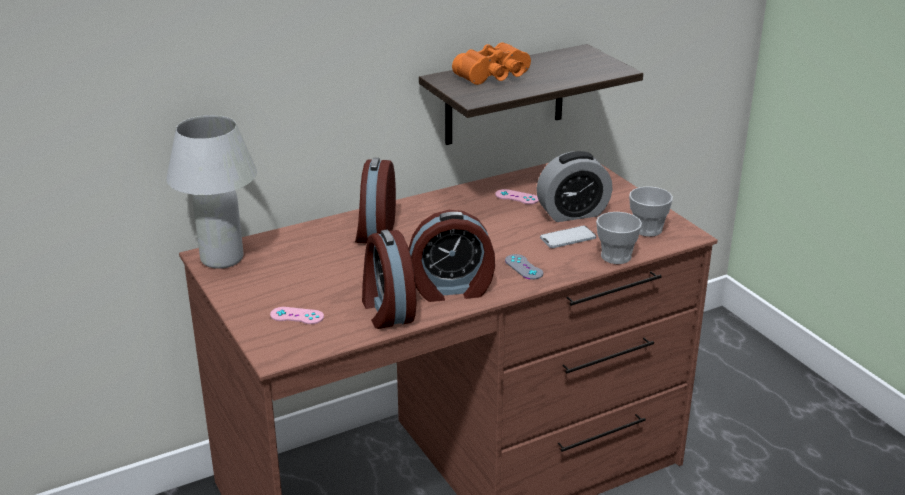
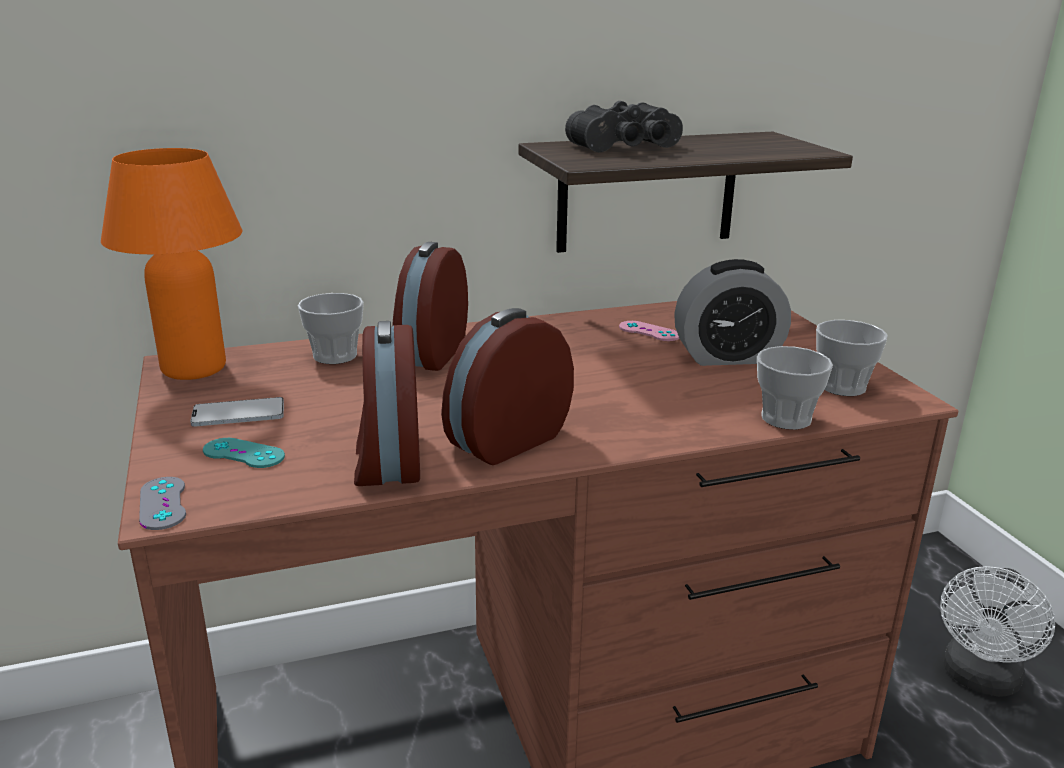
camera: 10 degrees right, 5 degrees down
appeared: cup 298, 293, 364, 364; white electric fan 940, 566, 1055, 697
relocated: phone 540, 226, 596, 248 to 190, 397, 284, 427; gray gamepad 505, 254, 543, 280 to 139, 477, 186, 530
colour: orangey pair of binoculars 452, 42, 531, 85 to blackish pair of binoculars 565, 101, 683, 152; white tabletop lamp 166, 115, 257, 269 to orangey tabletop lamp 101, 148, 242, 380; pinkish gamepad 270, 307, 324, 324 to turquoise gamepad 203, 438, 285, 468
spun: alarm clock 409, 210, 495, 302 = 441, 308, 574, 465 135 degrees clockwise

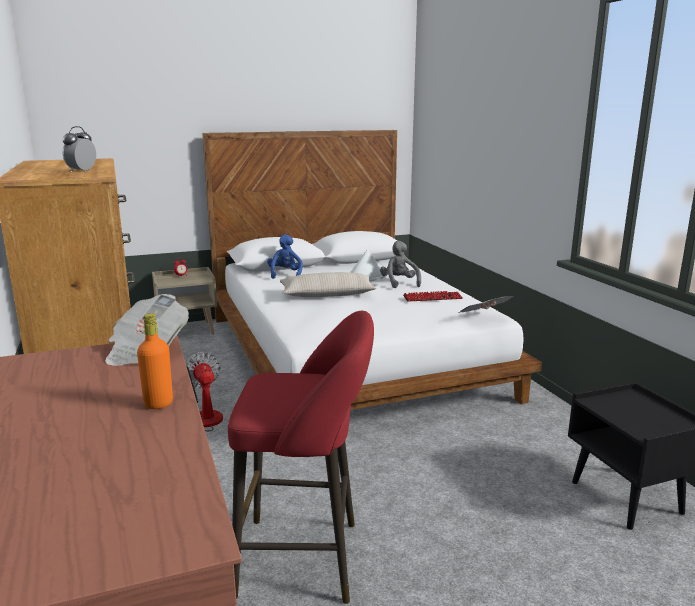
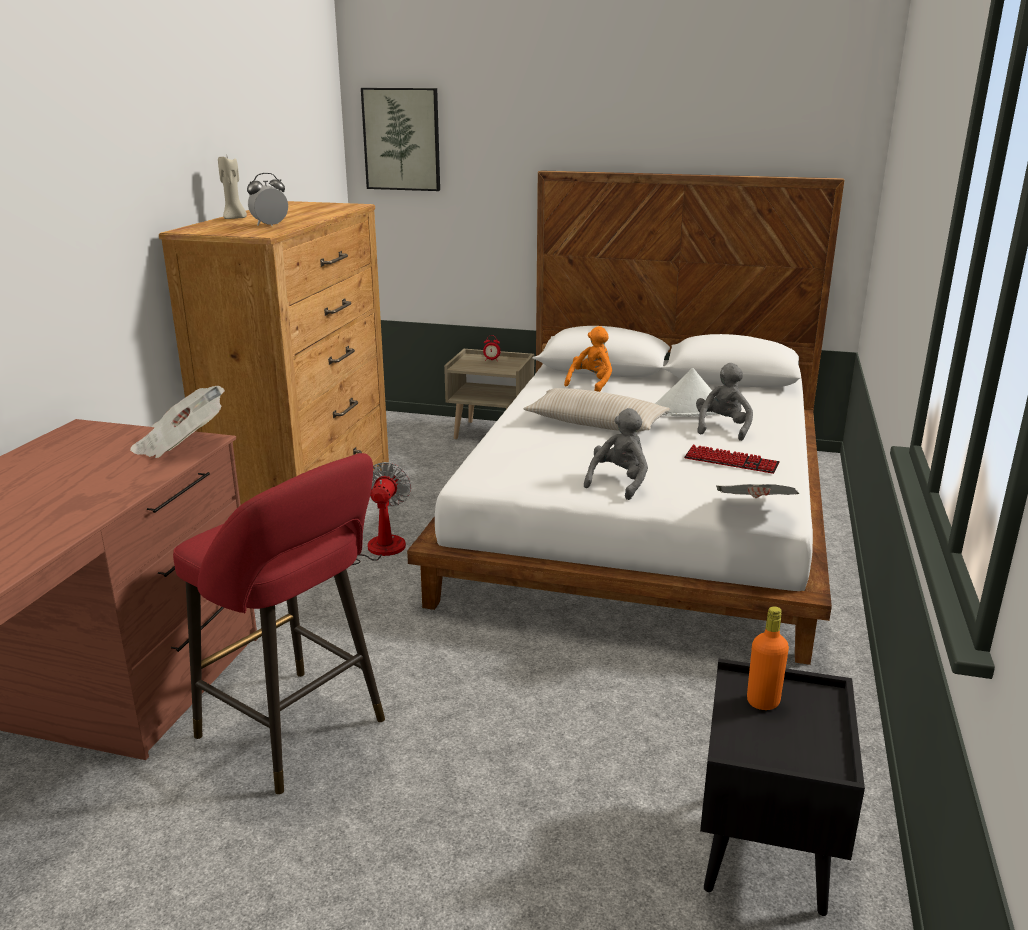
camera: 35 degrees right, 5 degrees up
appeared: wall picture 361, 88, 440, 191; beige wax candle 218, 157, 247, 219; gray soft toy 584, 408, 648, 500
relocated: orangey beverage bottle 137, 313, 173, 409 to 747, 606, 789, 710
colour: bluish soft toy 267, 234, 303, 279 to orangey soft toy 564, 326, 612, 392

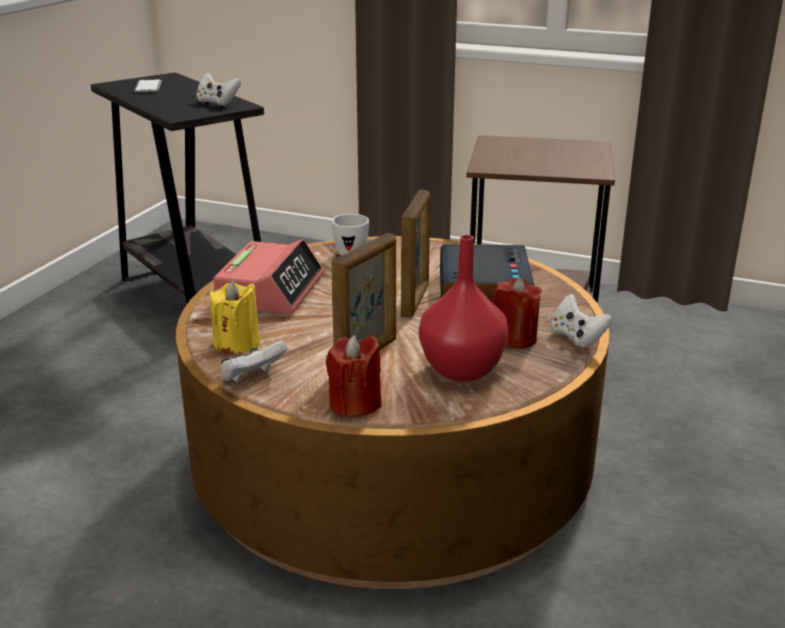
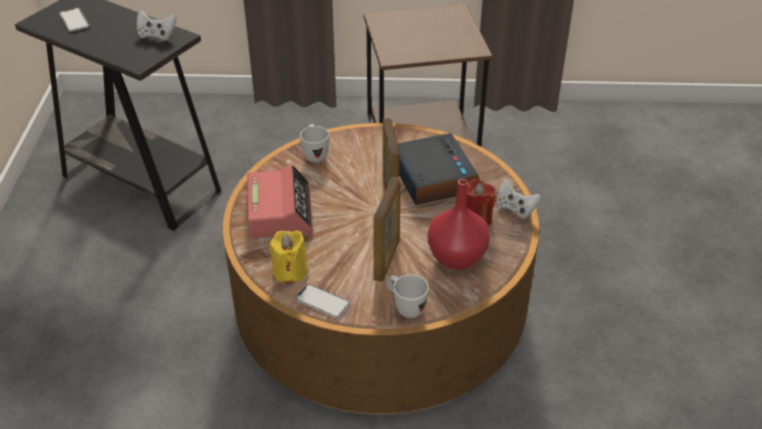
camera: 20 degrees left, 15 degrees up
exchanged: red-coloured wax candle 326, 335, 382, 417 to white coffee mug 387, 274, 429, 318; white gamepad 221, 341, 288, 383 to phone 295, 284, 350, 318

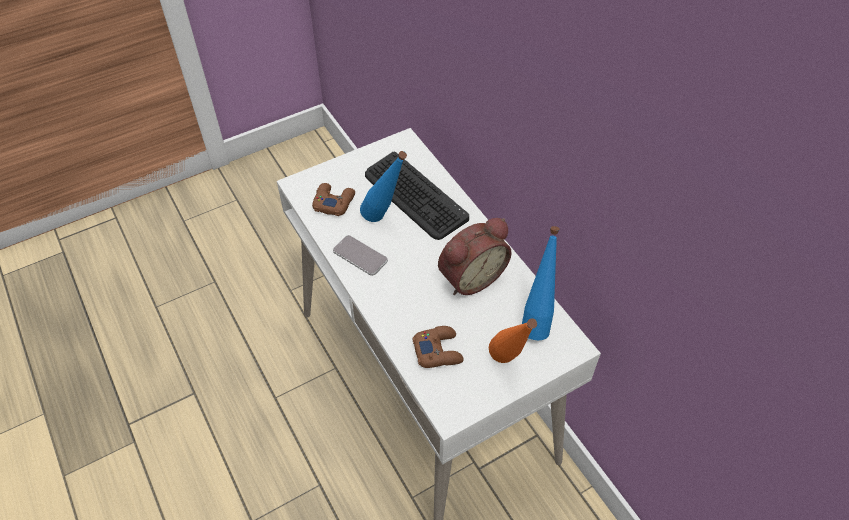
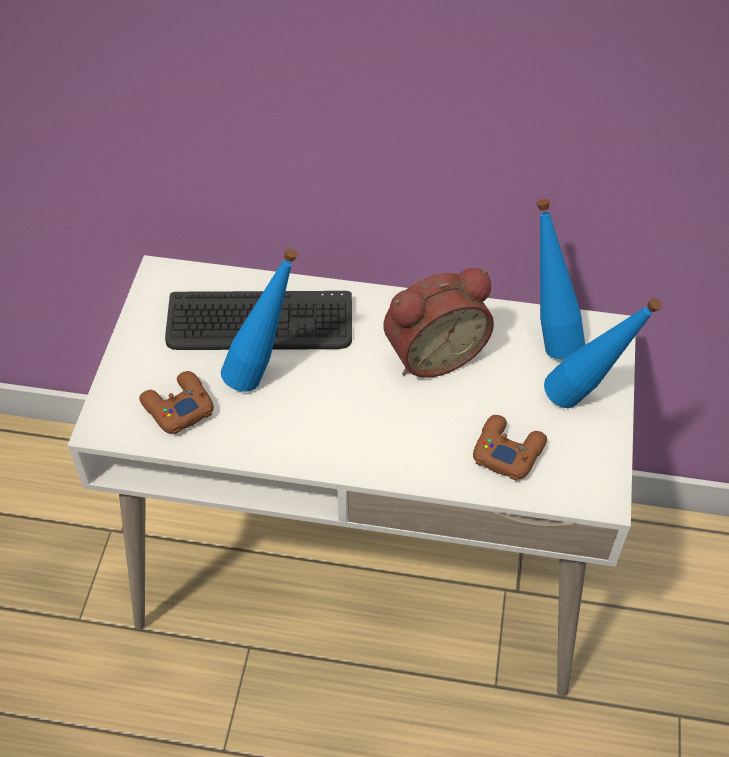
camera: 50 degrees left, 0 degrees up
missing: phone 333, 235, 388, 276
colour: orangey beverage bottle 489, 318, 537, 363 to bluish beverage bottle 544, 298, 662, 408
spun: alarm clock 438, 218, 512, 295 = 383, 268, 494, 378 60 degrees clockwise

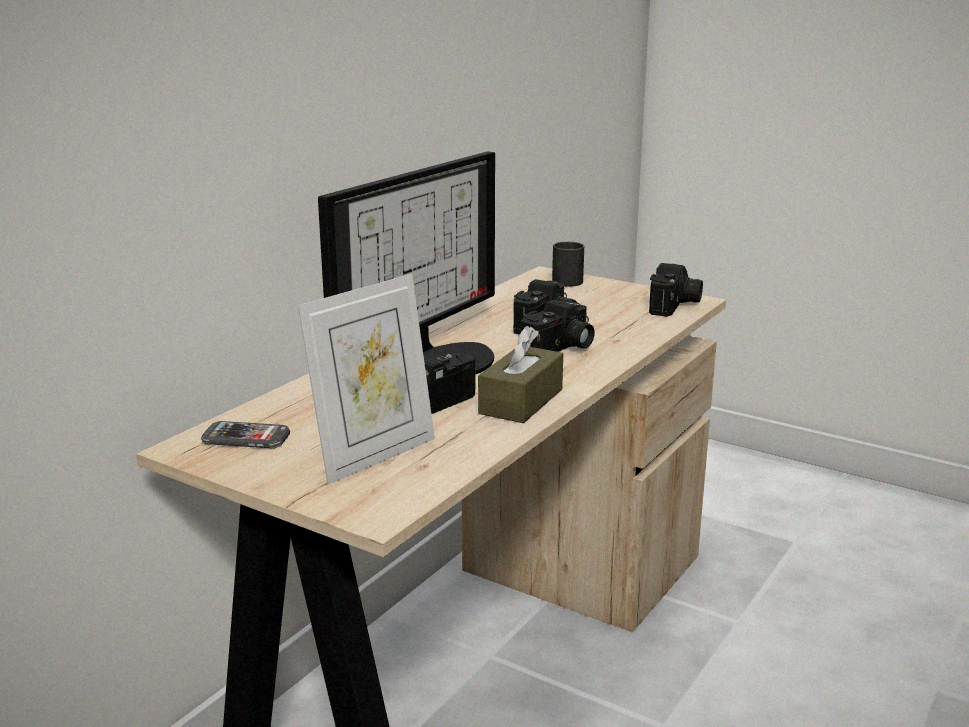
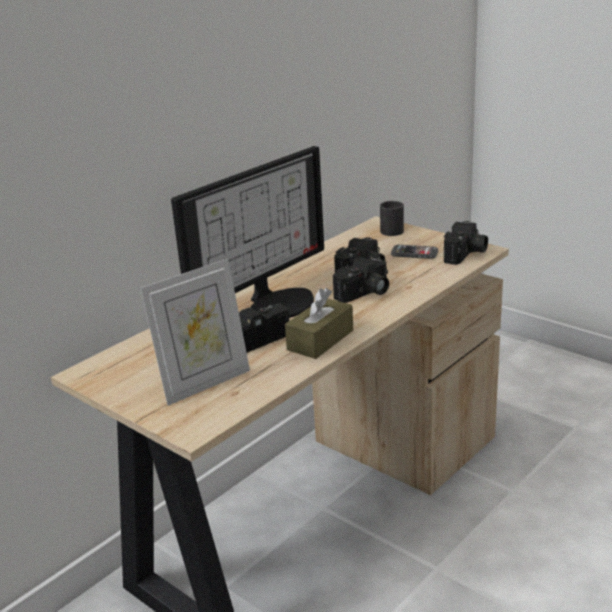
camera: 10 degrees right, 5 degrees up
relocated: phone 201, 421, 290, 448 to 391, 245, 438, 259

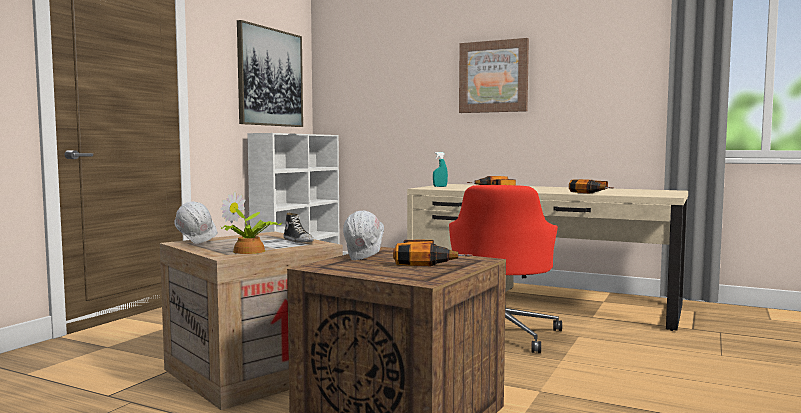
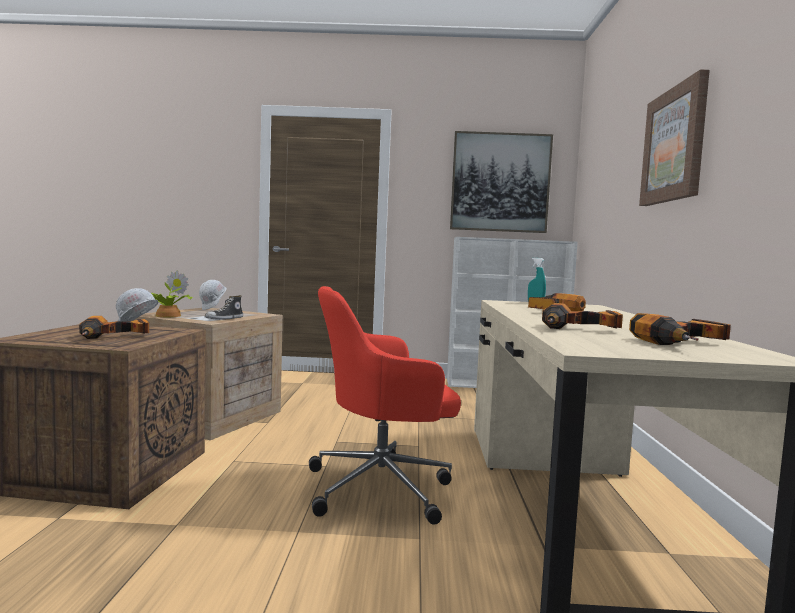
camera: 65 degrees right, 0 degrees up
appeared: electric drill 629, 313, 731, 345

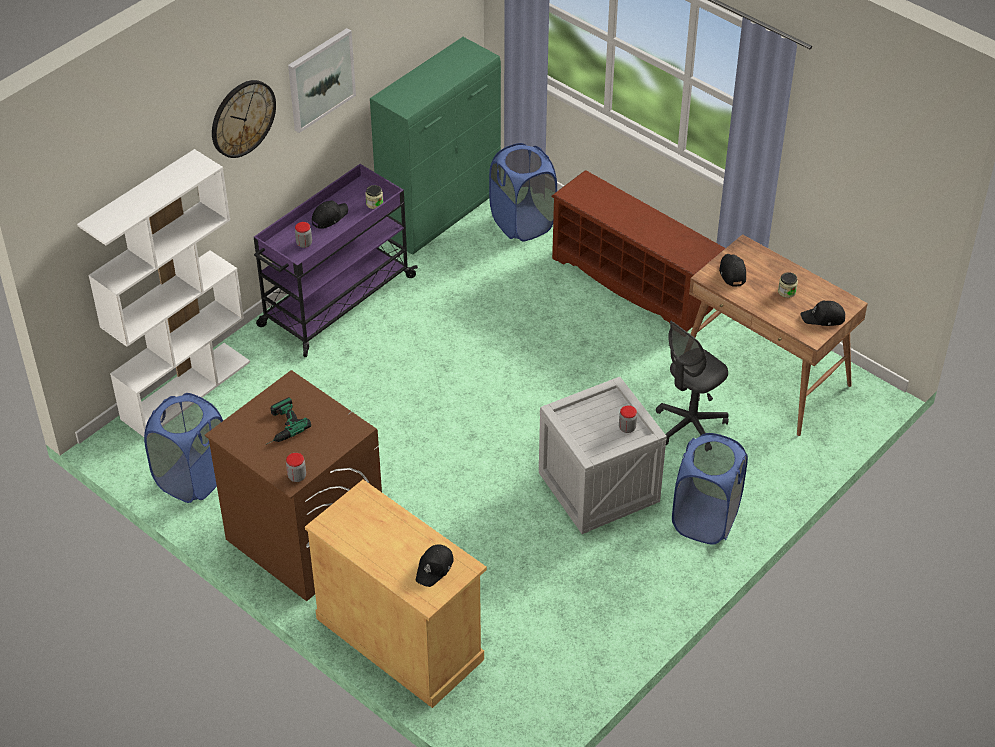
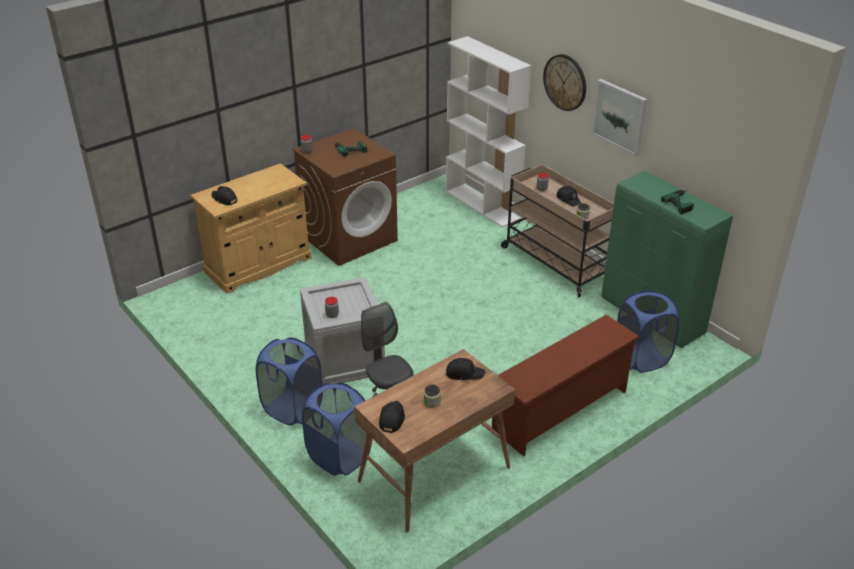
camera: 100 degrees right, 10 degrees down
appeared: electric drill 661, 190, 694, 214
relocated: bluish hamper 144, 393, 223, 503 to 302, 383, 372, 476
colour: purple cart 254, 164, 418, 357 to beige cart 501, 164, 614, 297

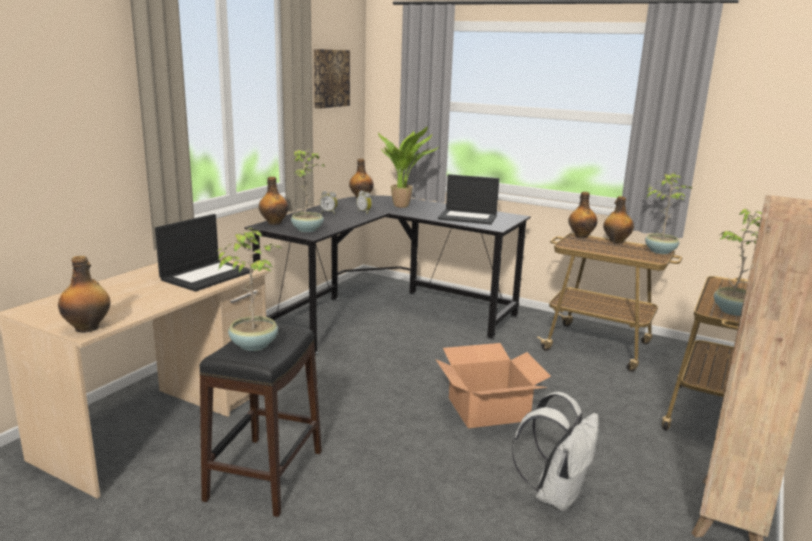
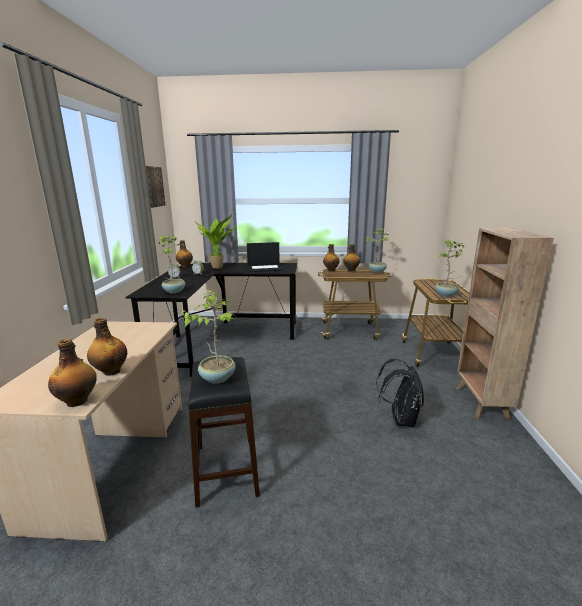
camera: 25 degrees left, 0 degrees up
missing: laptop 155, 214, 253, 292; cardboard box 435, 343, 551, 428
relocated: beverage bottle 259, 177, 288, 225 to 87, 317, 127, 376
colour: white rucksack 512, 392, 599, 511 to blackish rucksack 376, 359, 424, 428

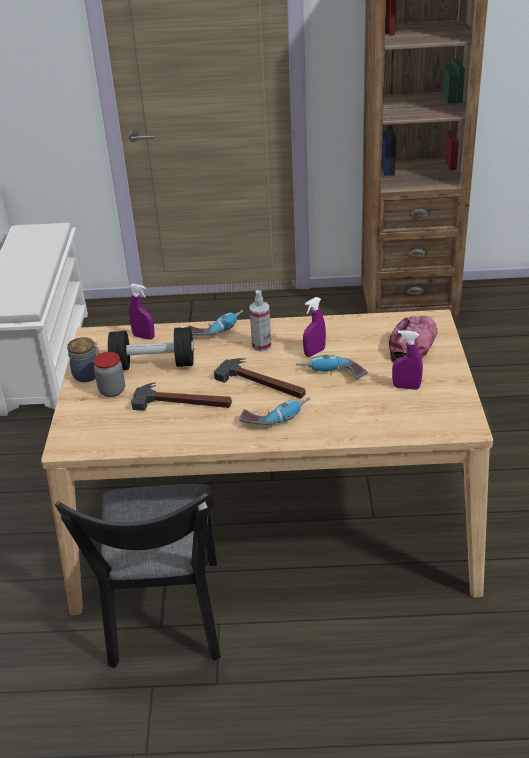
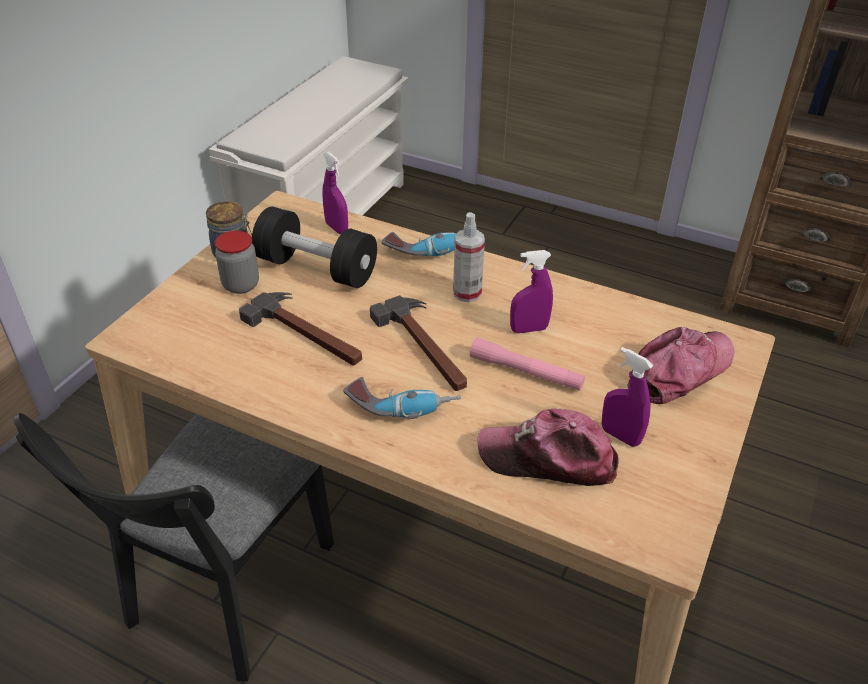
camera: 25 degrees right, 5 degrees up
appeared: cap 477, 408, 619, 486
exchanged: electric drill 296, 355, 368, 379 to pinkish flashlight 470, 337, 585, 391

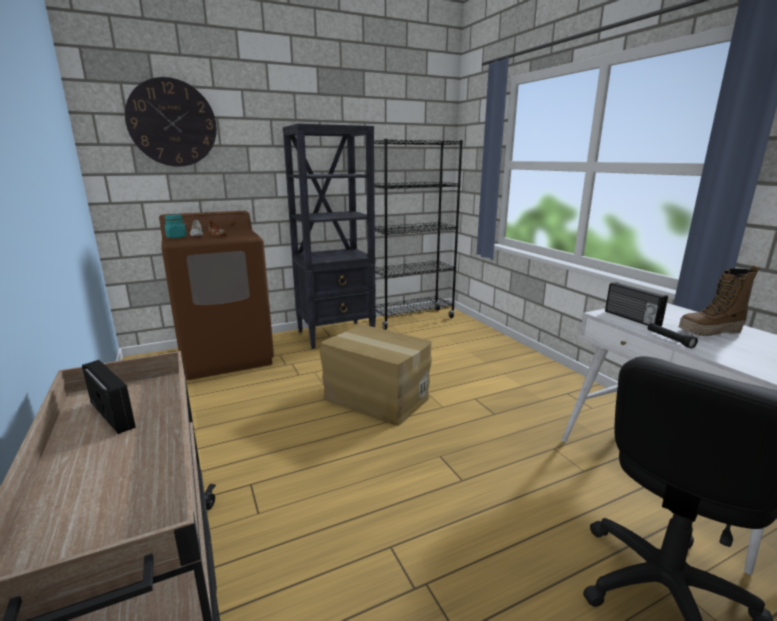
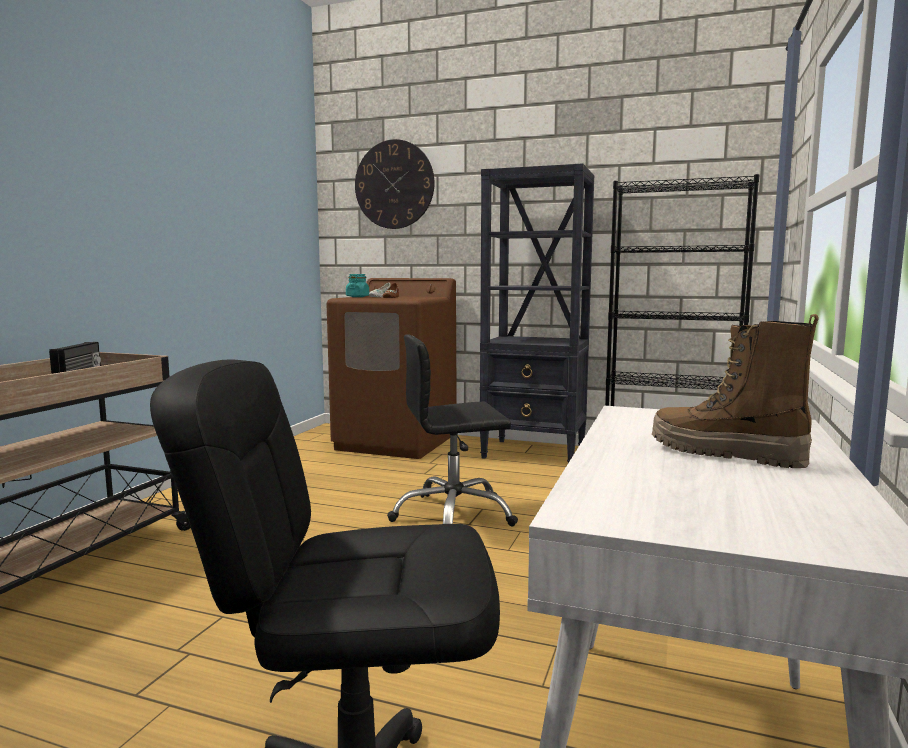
camera: 45 degrees right, 10 degrees down
missing: radio receiver 605, 282, 668, 326; blackish flashlight 648, 323, 698, 349
exchanged: cardboard box 320, 324, 432, 426 to blackish office chair 387, 334, 518, 526

